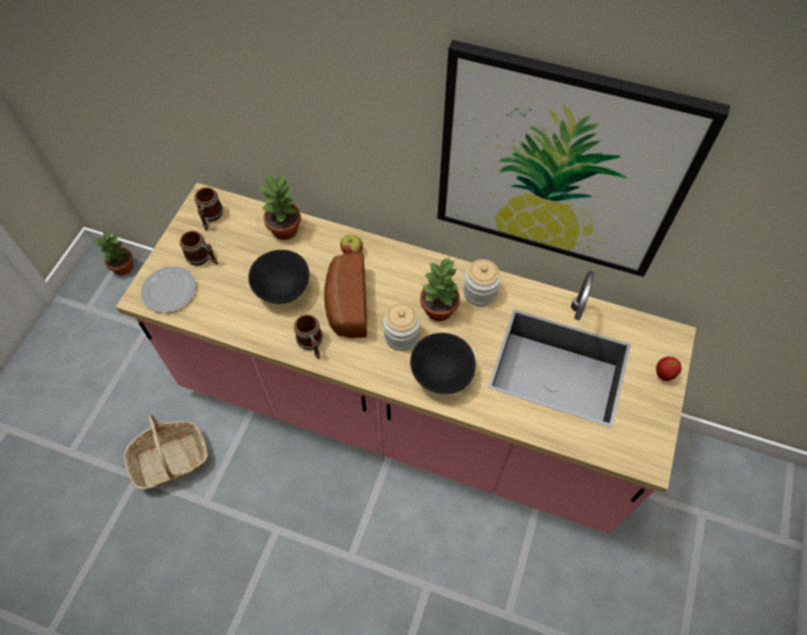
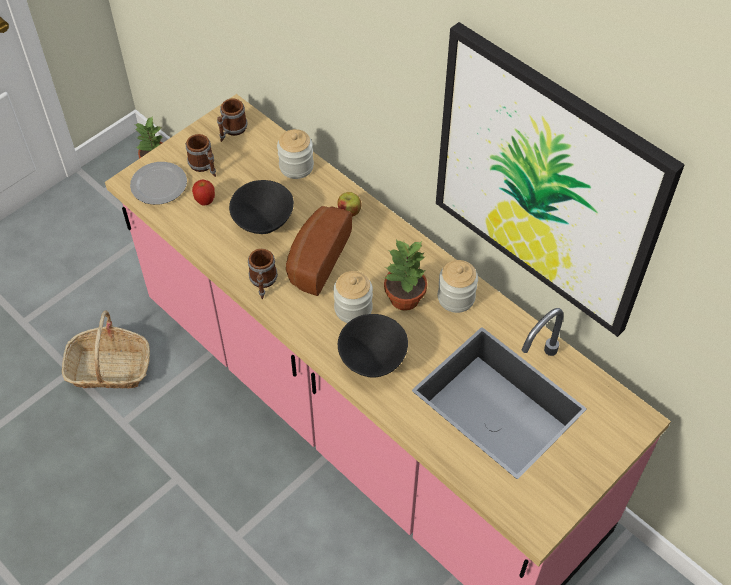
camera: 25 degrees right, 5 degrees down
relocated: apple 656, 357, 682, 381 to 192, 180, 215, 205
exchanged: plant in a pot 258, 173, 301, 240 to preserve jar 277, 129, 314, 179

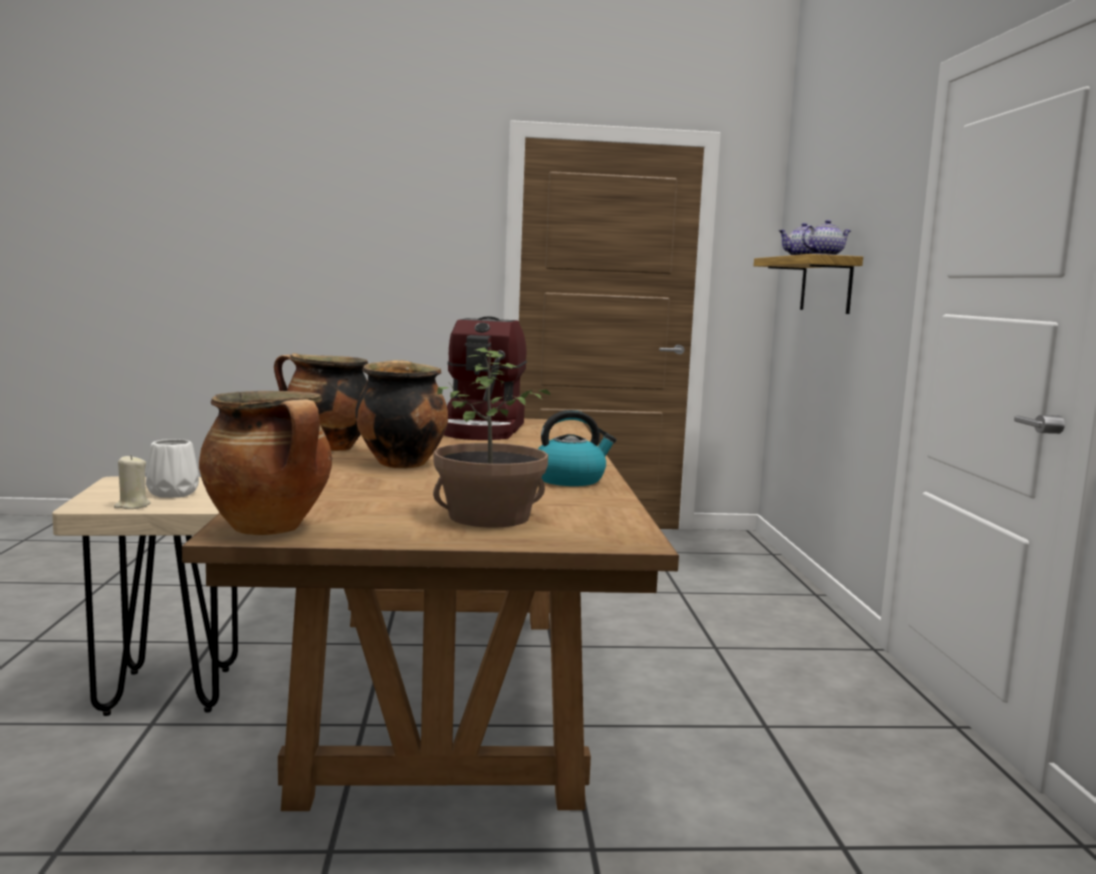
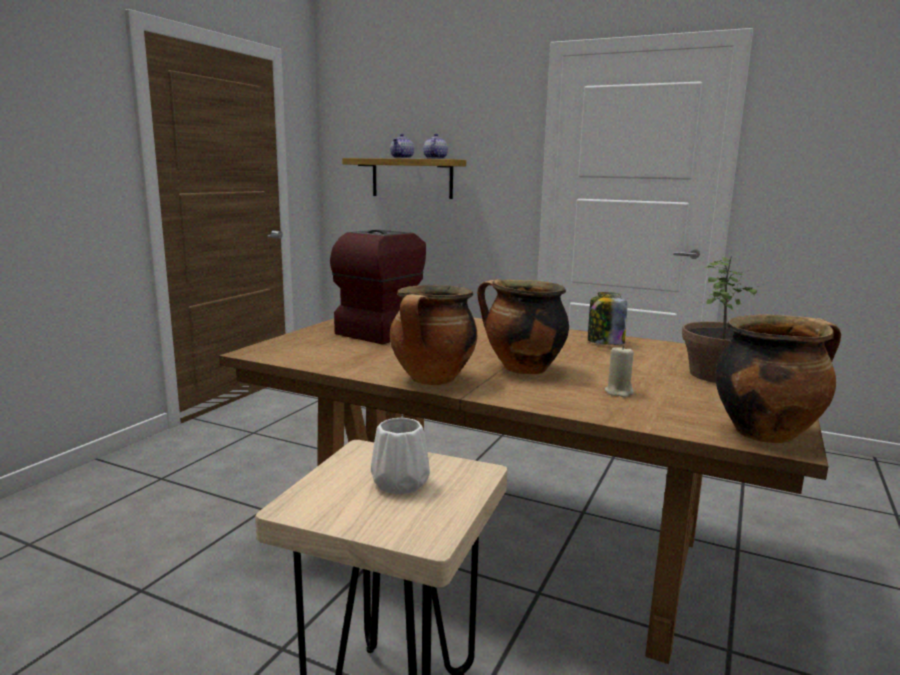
camera: 60 degrees left, 5 degrees up
relocated: beige wax candle 114, 455, 150, 509 to 605, 345, 634, 398
exchanged: water kettle 538, 410, 617, 486 to preserve jar 588, 292, 627, 345
spun: coffee machine 444, 316, 527, 440 = 330, 230, 426, 345 90 degrees counterclockwise

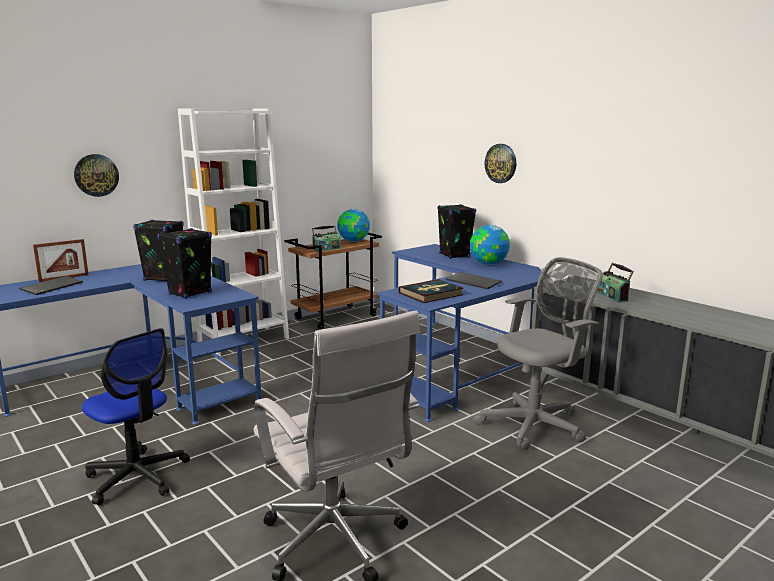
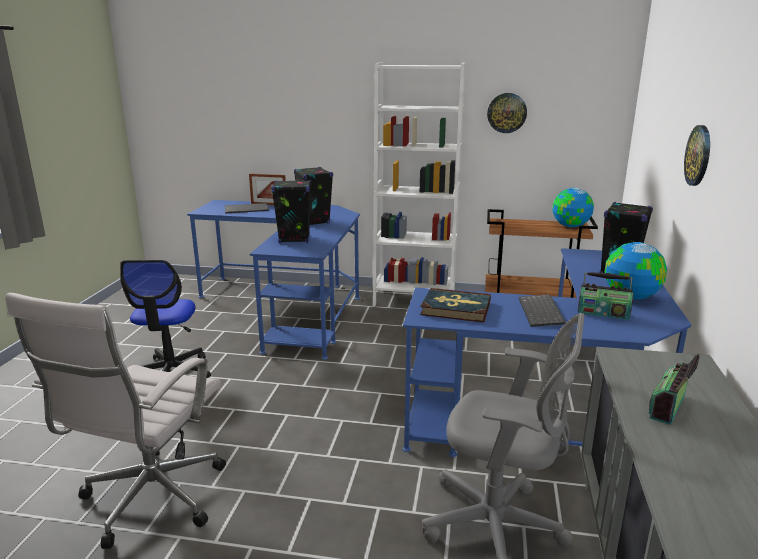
camera: 50 degrees right, 5 degrees up
relocated: hanging clock 74, 154, 119, 197 to 487, 93, 527, 133; radio receiver 312, 226, 341, 251 to 578, 272, 633, 320

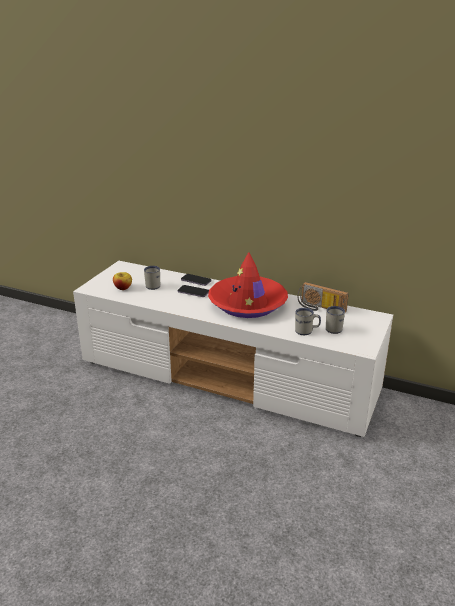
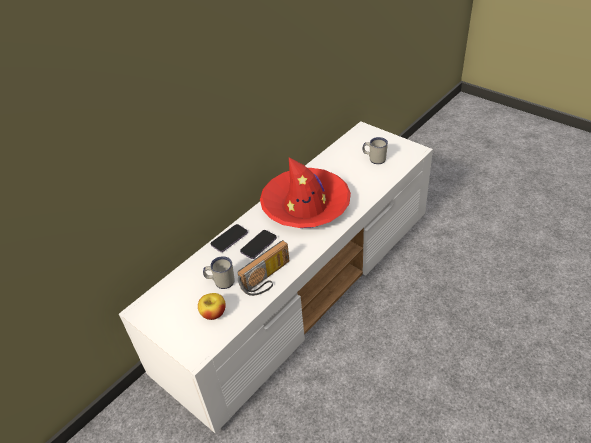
camera: 70 degrees left, 15 degrees up
missing: white coffee mug 295, 308, 321, 335
relocated: radio receiver 297, 282, 349, 312 to 237, 240, 289, 296

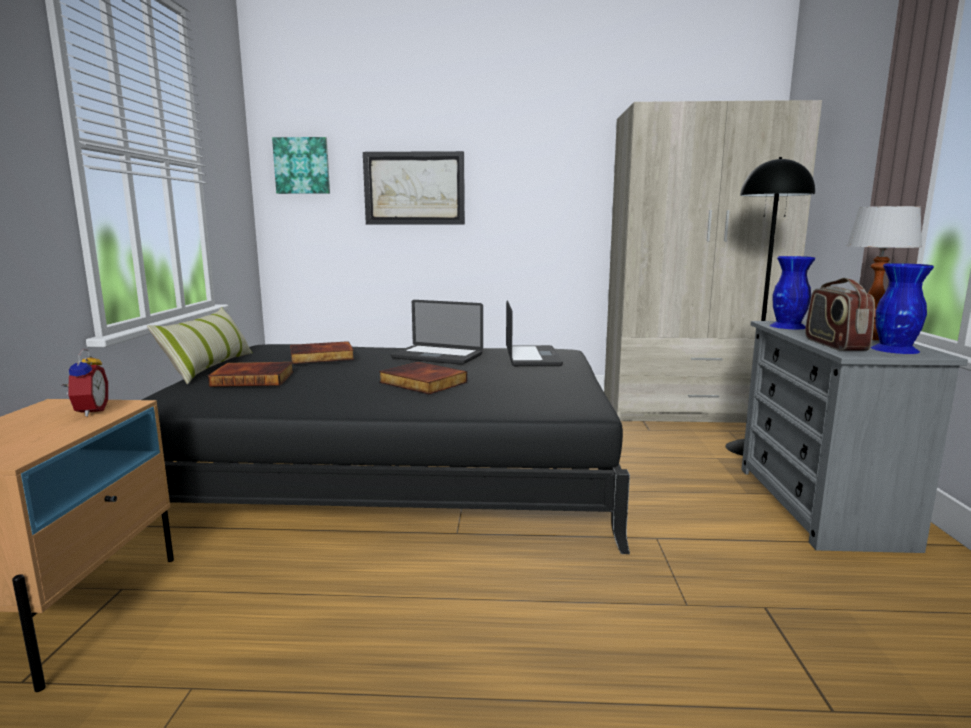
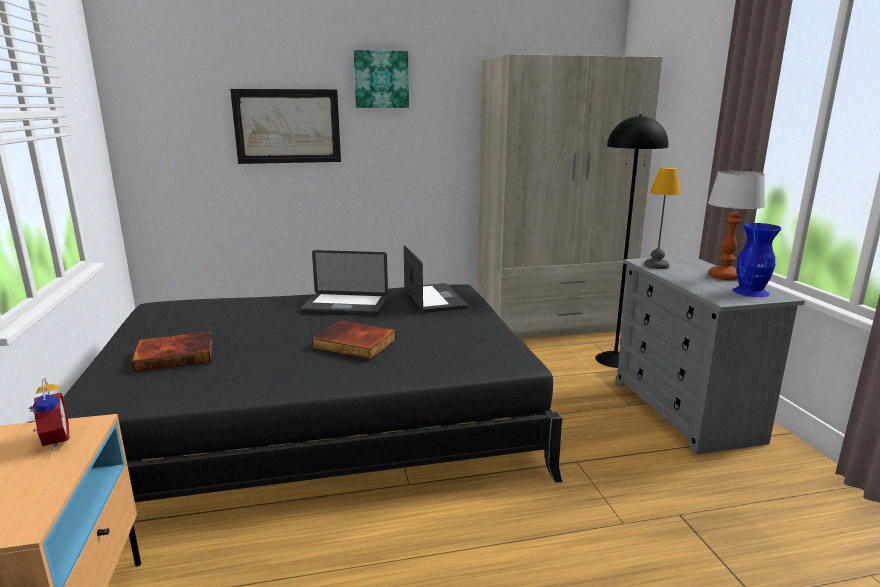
camera: 15 degrees left, 5 degrees up
missing: radio receiver 805, 278, 875, 351; throw pillow 147, 307, 253, 384; bound book 290, 341, 354, 364
relocated: wall picture 272, 137, 330, 194 to 353, 50, 409, 108
exchanged: bluish flower vase 770, 256, 815, 329 to tabletop lamp 644, 167, 681, 269

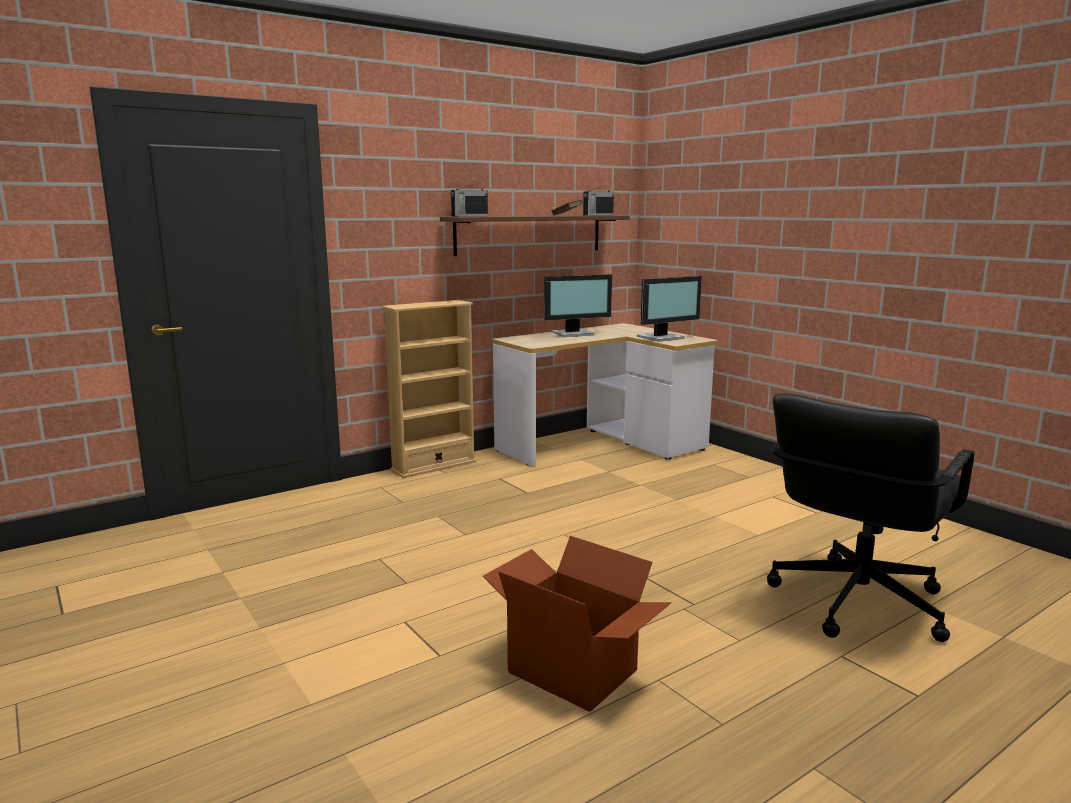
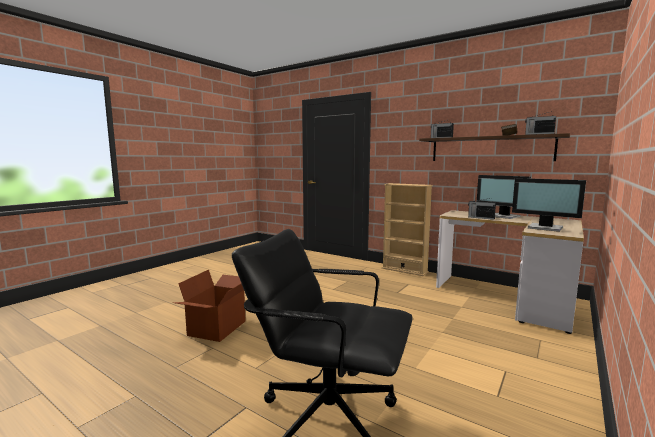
camera: 70 degrees right, 5 degrees down
appeared: radio receiver 468, 198, 496, 220

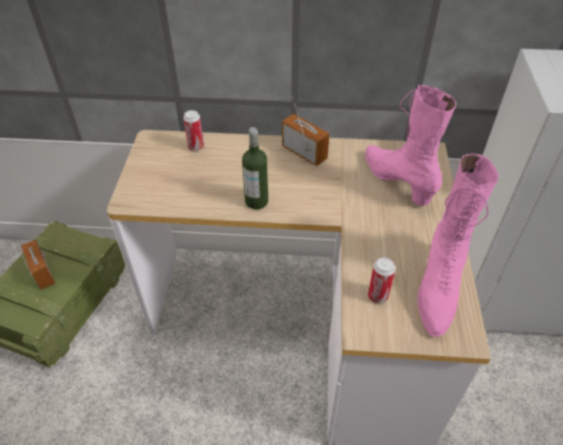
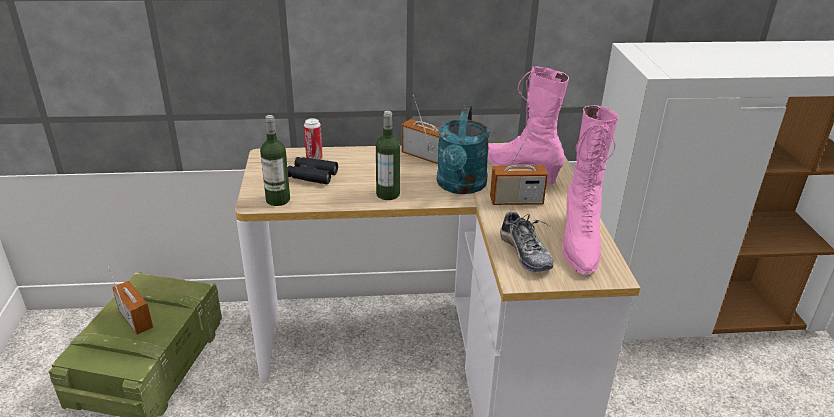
camera: 10 degrees left, 15 degrees down
appeared: turquoise sprinkling can 437, 105, 490, 194; beverage bottle 260, 115, 290, 206; radio receiver 490, 128, 548, 205; blackish pair of binoculars 288, 157, 338, 184
exchanged: sealed can 368, 257, 396, 304 to low shoe 500, 208, 554, 272

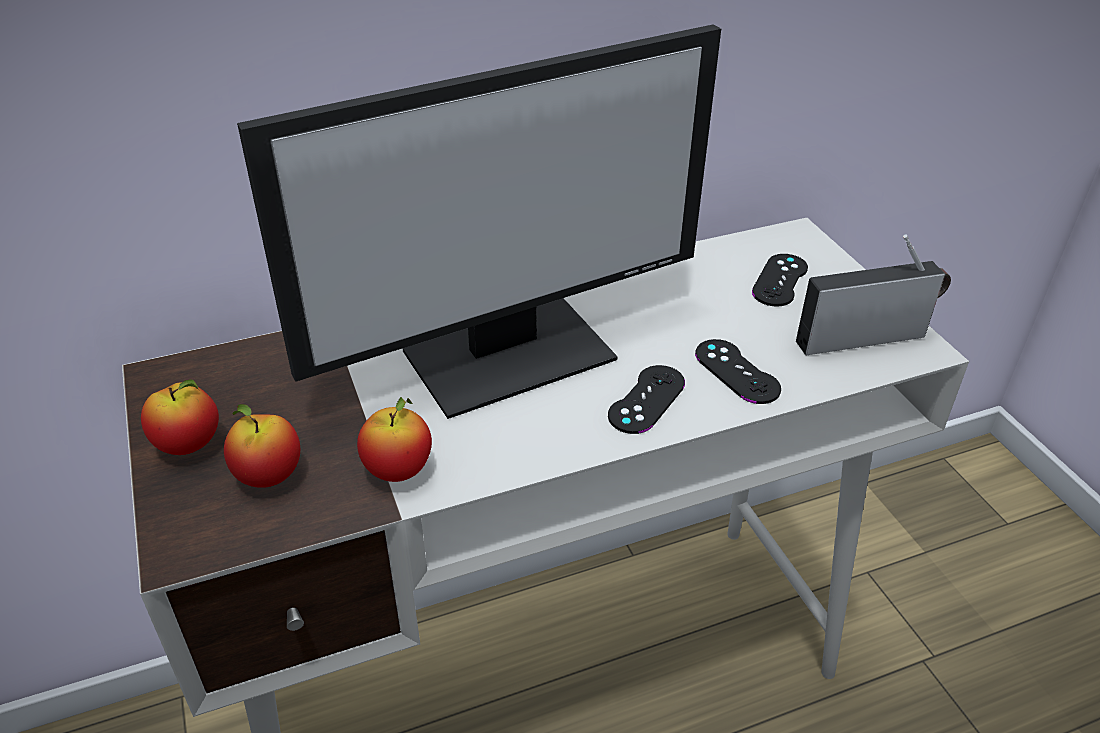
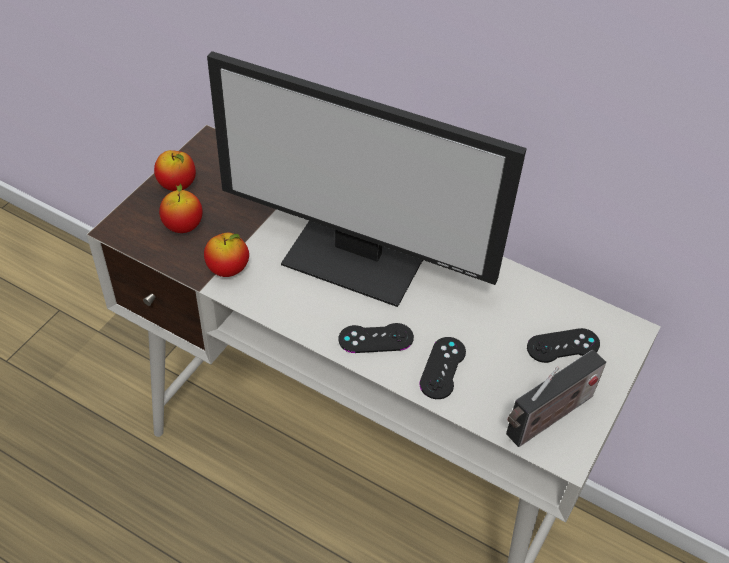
camera: 50 degrees right, 10 degrees up
spun: radio receiver 796, 235, 951, 355 = 506, 350, 606, 447 105 degrees clockwise

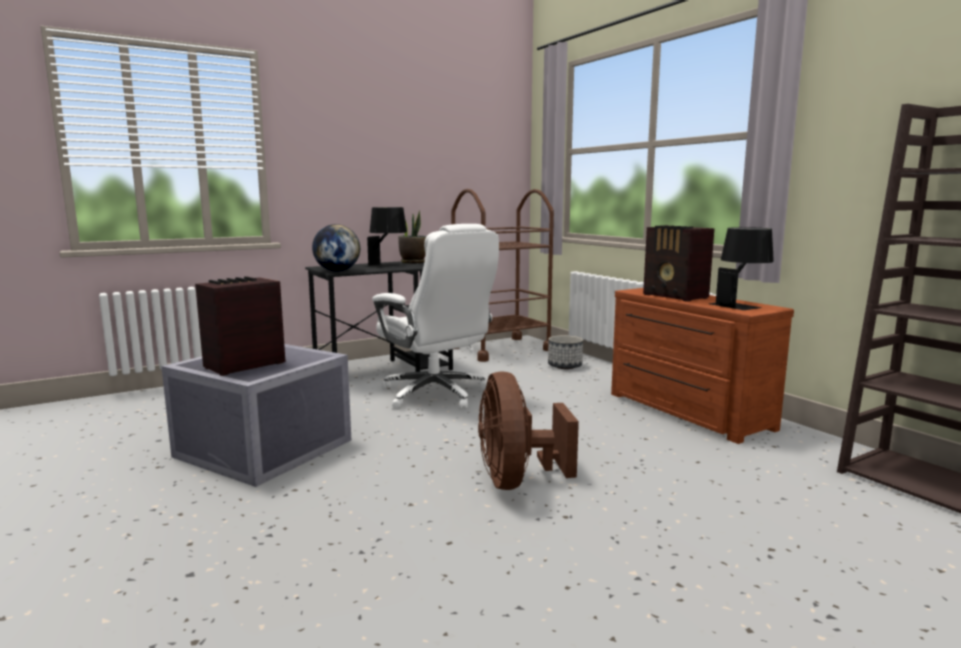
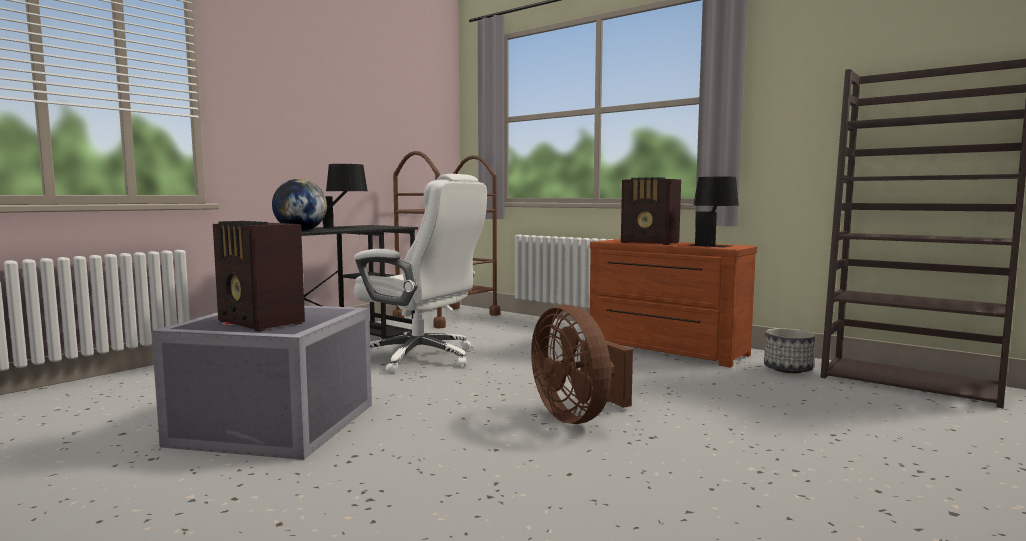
camera: 20 degrees left, 5 degrees down
missing: plant in a pot 398, 210, 427, 263
relocated: planter 548, 335, 583, 369 to 764, 328, 815, 373
spun: radio receiver 195, 276, 285, 376 = 213, 221, 305, 332 75 degrees counterclockwise

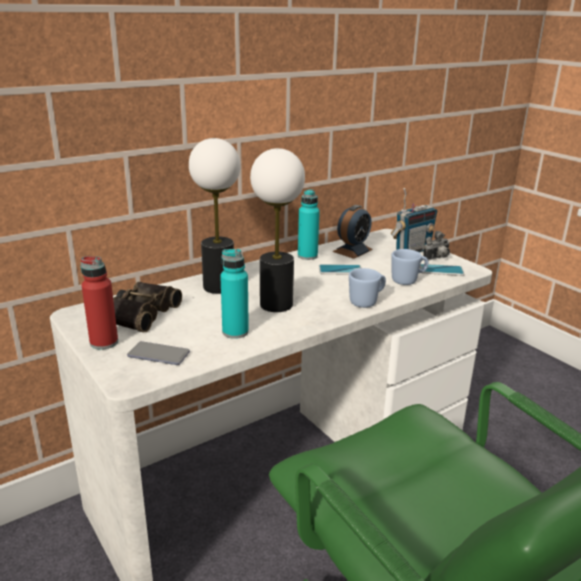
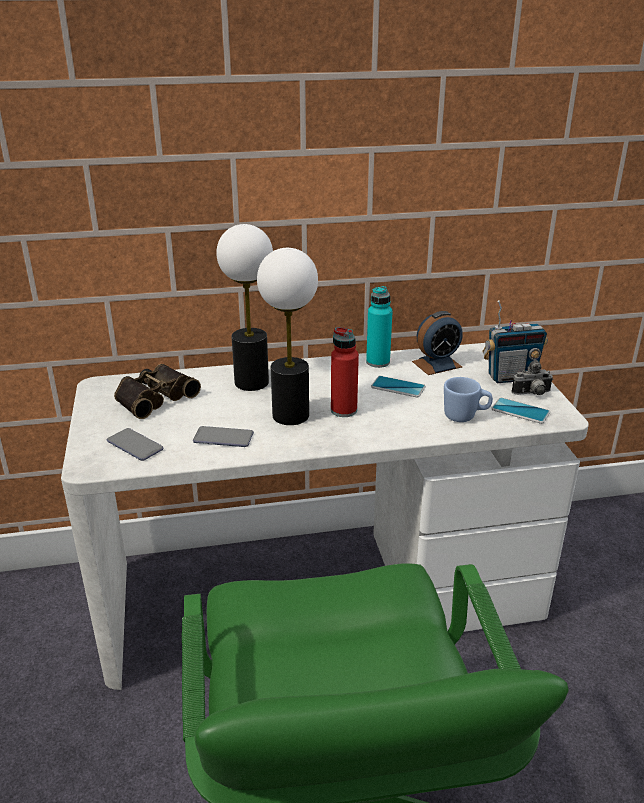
camera: 25 degrees right, 5 degrees up
missing: bluish coffee mug 349, 268, 386, 308
relocated: red-coloured beverage bottle 80, 256, 118, 350 to 331, 327, 359, 417
exchanged: turquoise beverage bottle 220, 249, 249, 339 to phone 193, 426, 254, 447

